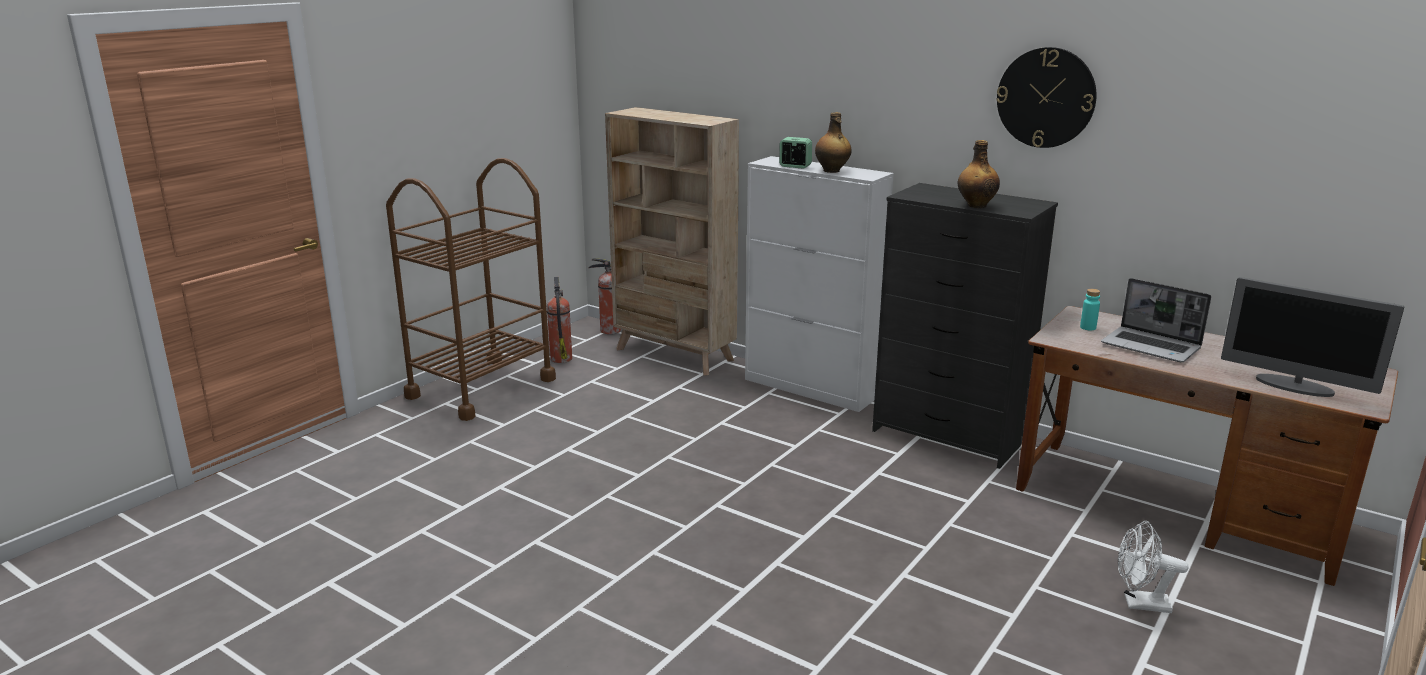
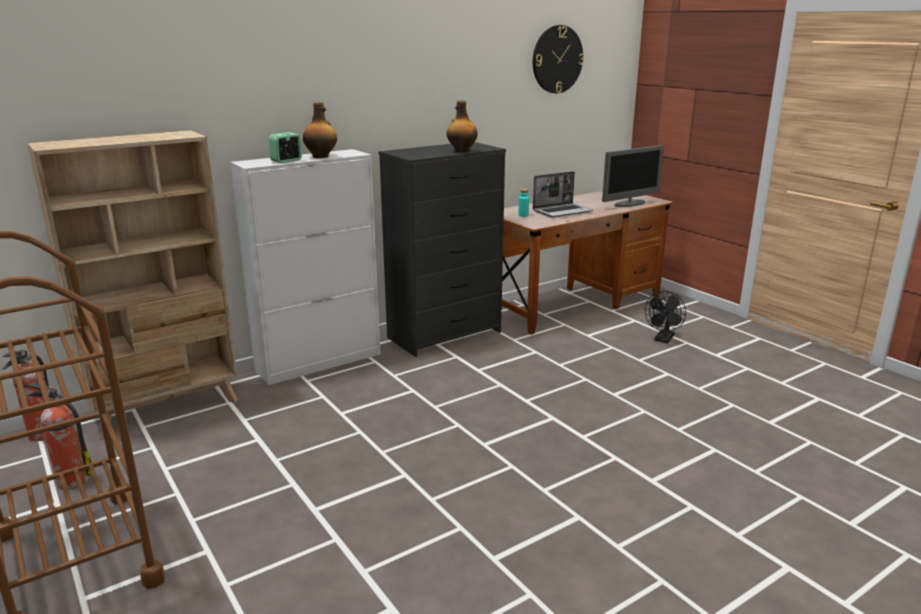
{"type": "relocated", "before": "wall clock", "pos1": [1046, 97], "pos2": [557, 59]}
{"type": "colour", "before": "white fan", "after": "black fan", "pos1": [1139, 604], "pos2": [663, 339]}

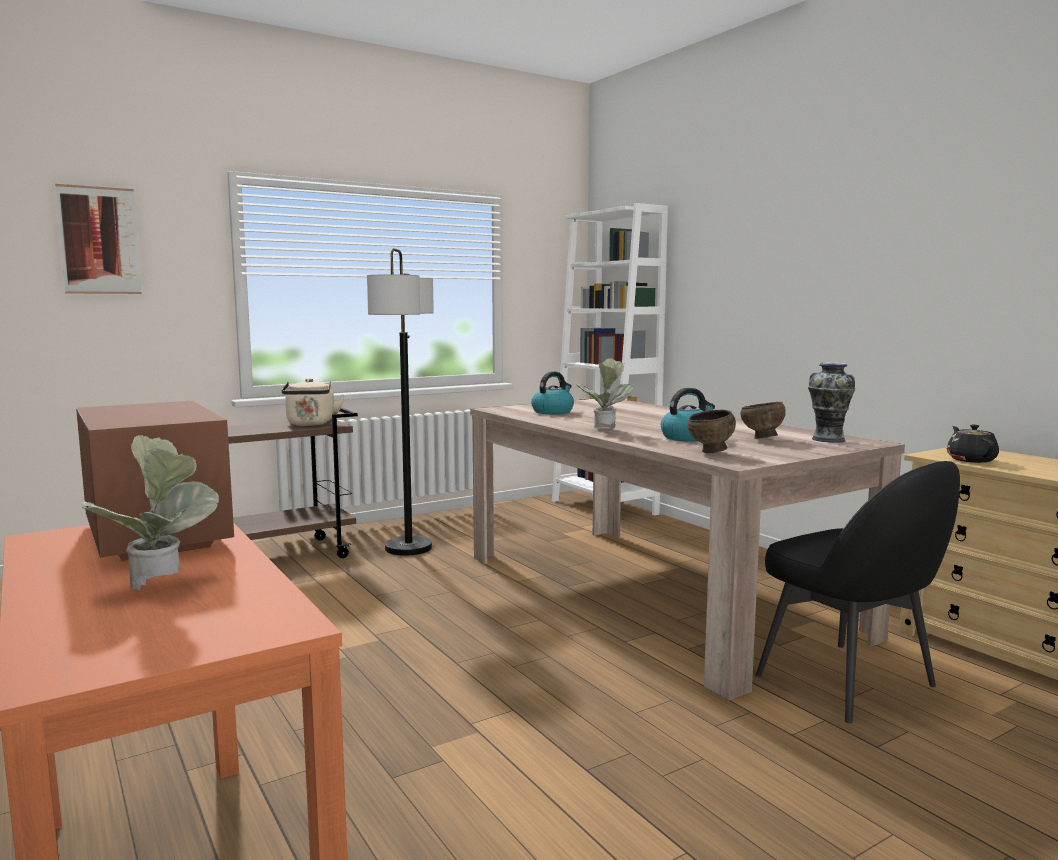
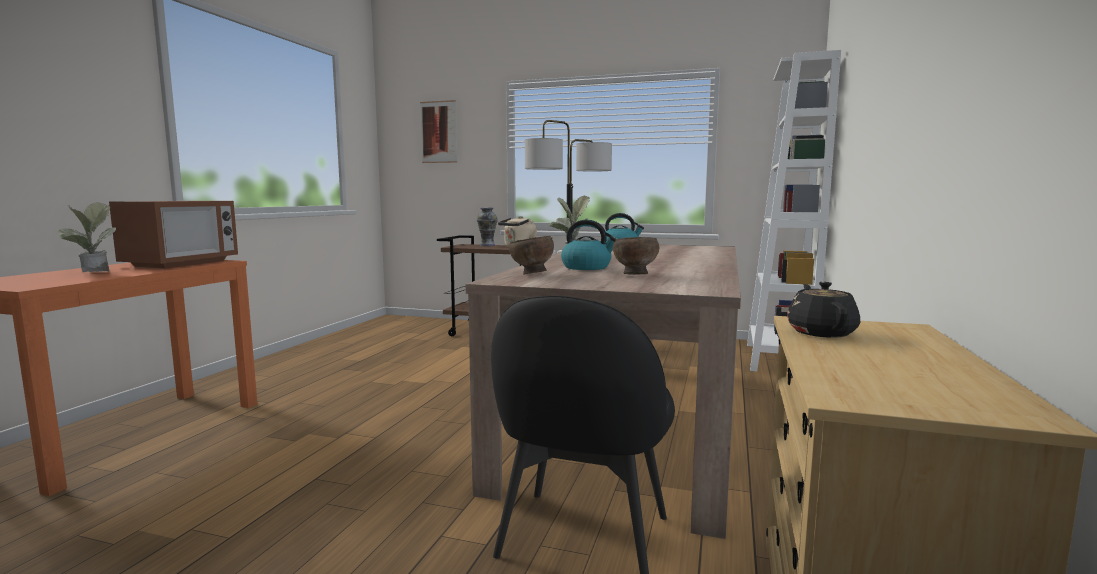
{"type": "relocated", "before": "vase", "pos1": [828, 439], "pos2": [487, 245]}
{"type": "spun", "before": "black teapot", "pos1": [970, 460], "pos2": [820, 332], "turn": -45}

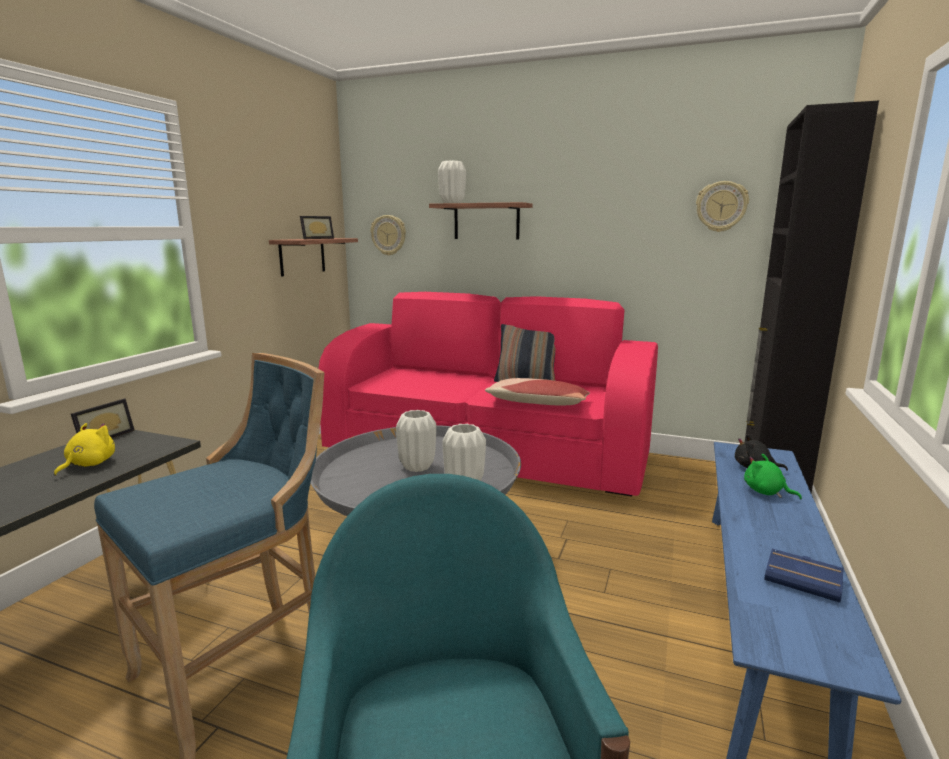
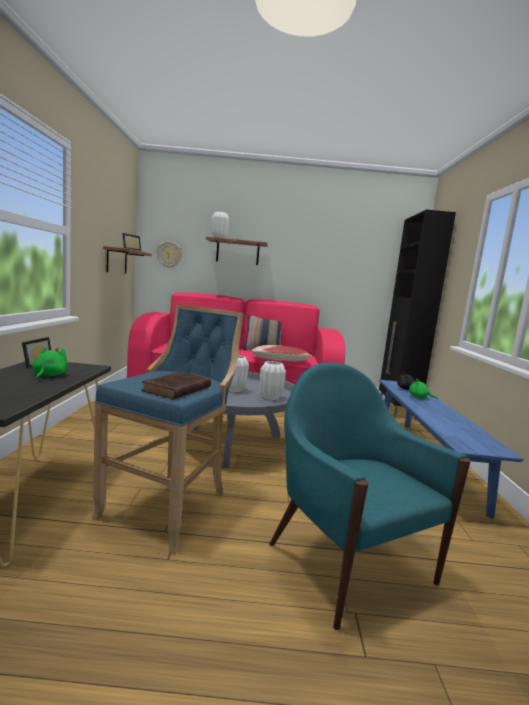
{"type": "colour", "before": "yellow plush toy", "after": "green plush toy", "pos1": [88, 464], "pos2": [48, 375]}
{"type": "missing", "before": "wall clock", "pos1": [721, 206]}
{"type": "missing", "before": "blue book", "pos1": [804, 579]}
{"type": "appeared", "after": "brown book", "pos2": [176, 389]}

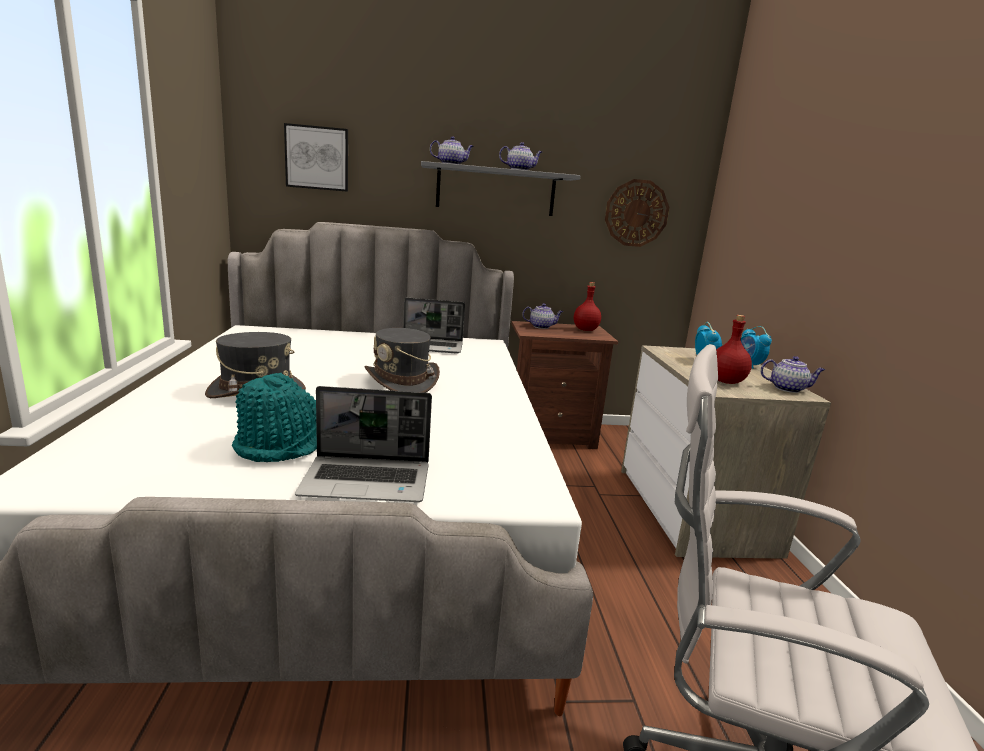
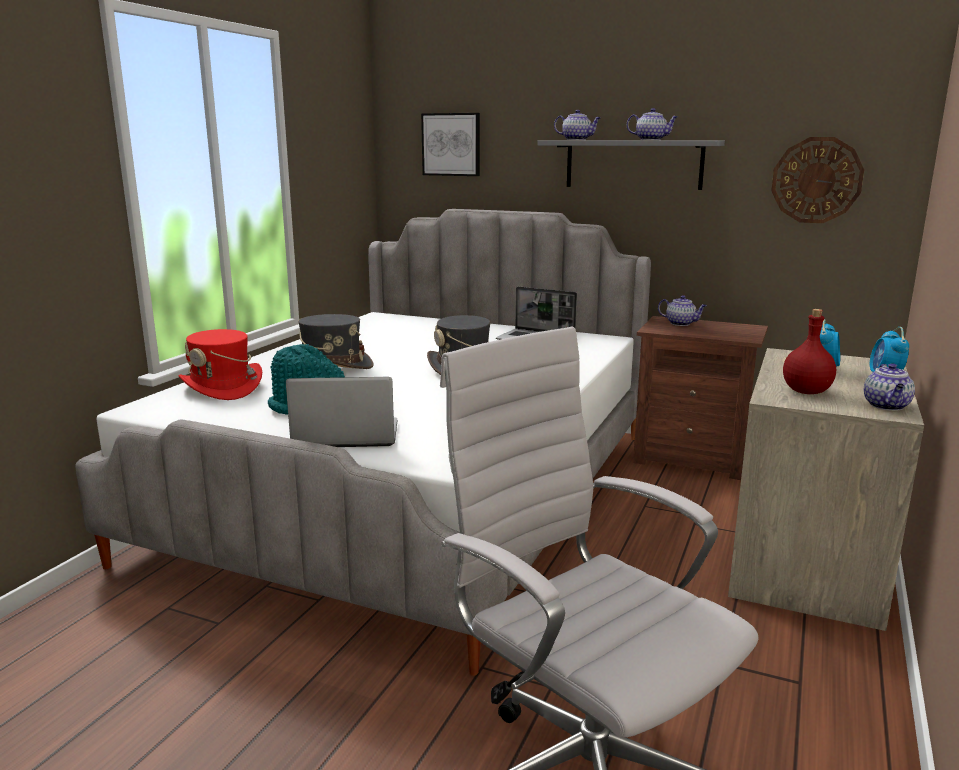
{"type": "spun", "before": "laptop", "pos1": [368, 481], "pos2": [344, 436], "turn": 150}
{"type": "missing", "before": "red bottle", "pos1": [586, 330]}
{"type": "spun", "before": "teapot", "pos1": [788, 389], "pos2": [887, 406], "turn": 60}
{"type": "appeared", "after": "red hat", "pos2": [222, 387]}

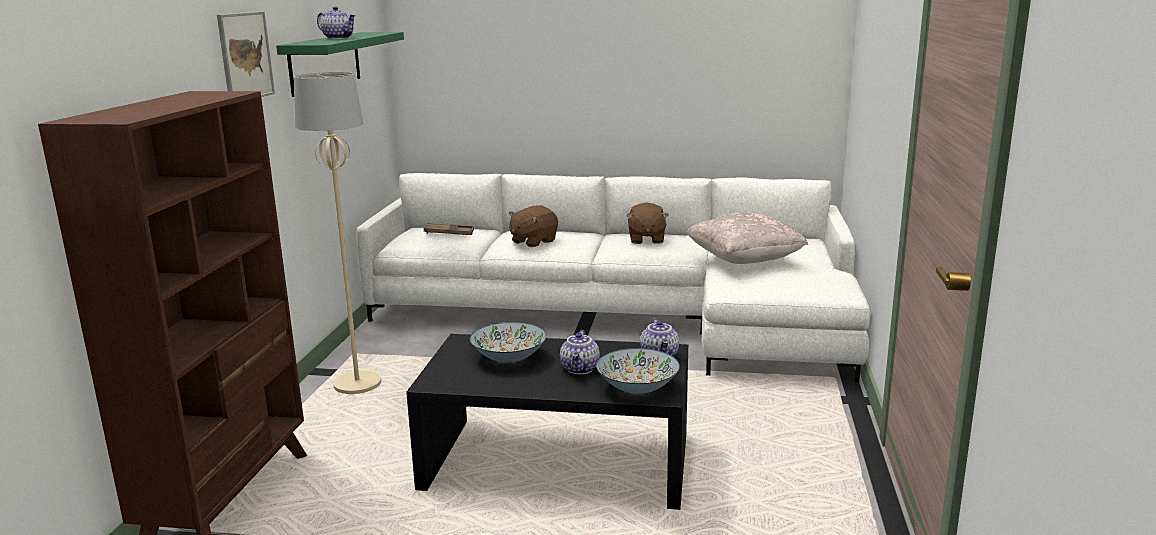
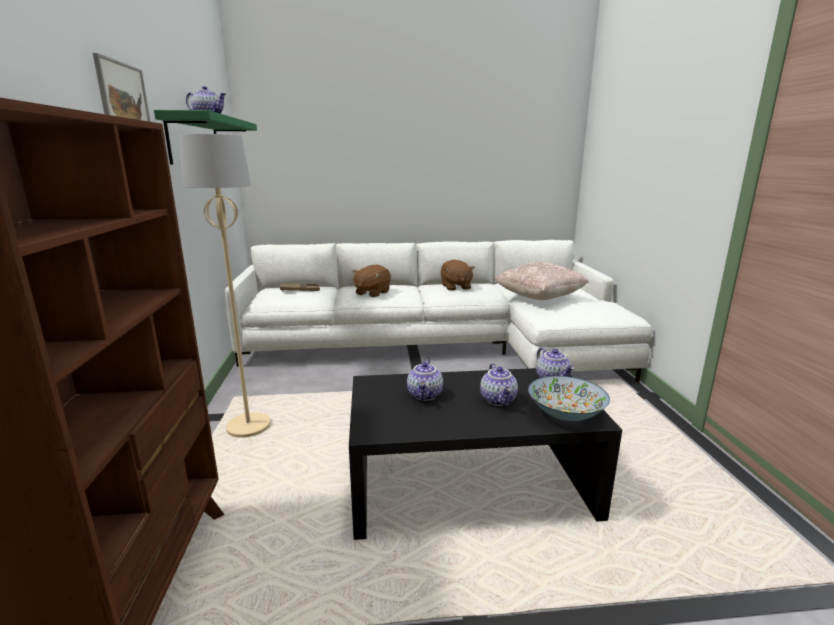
{"type": "exchanged", "before": "bowl", "after": "teapot", "pos1": [509, 358], "pos2": [425, 395]}

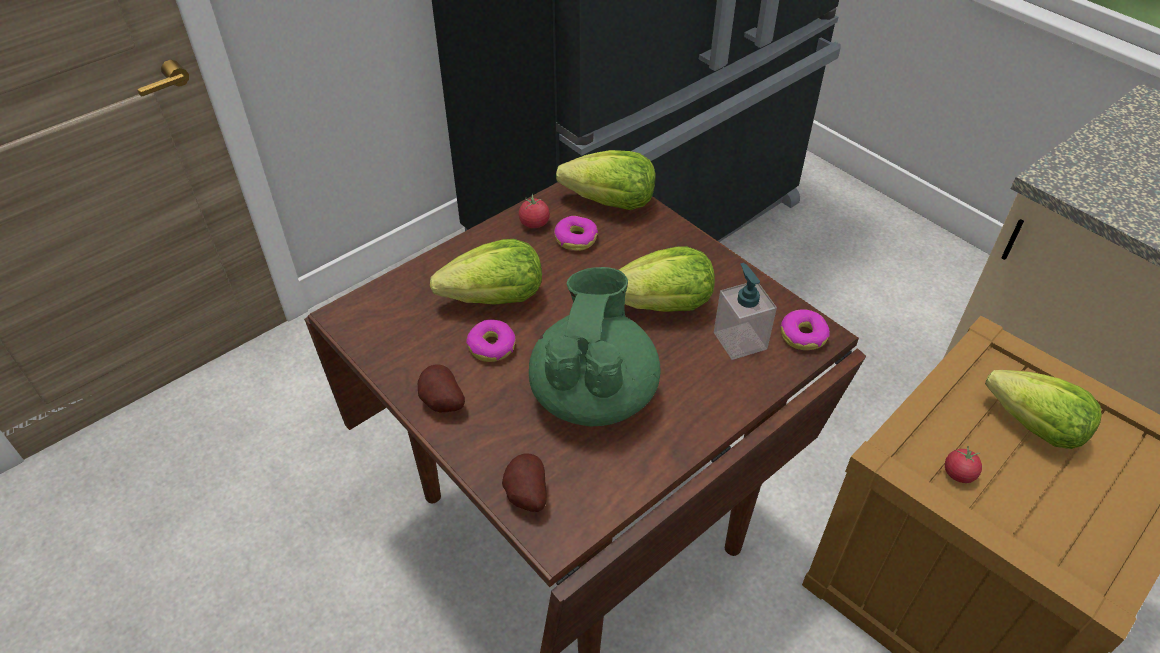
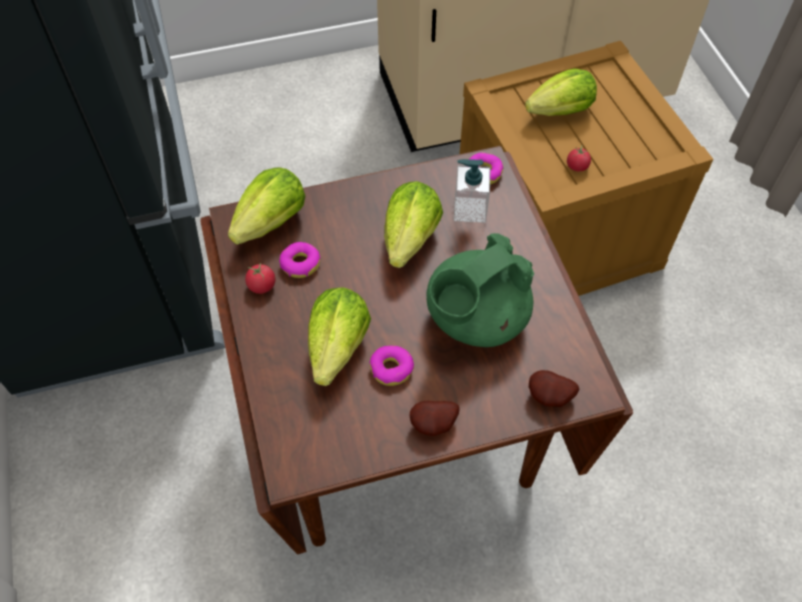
{"type": "spun", "before": "green teapot", "pos1": [593, 393], "pos2": [475, 318], "turn": -75}

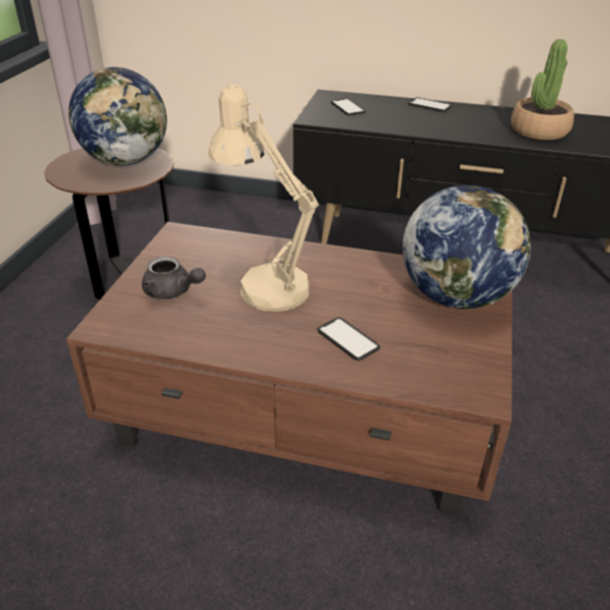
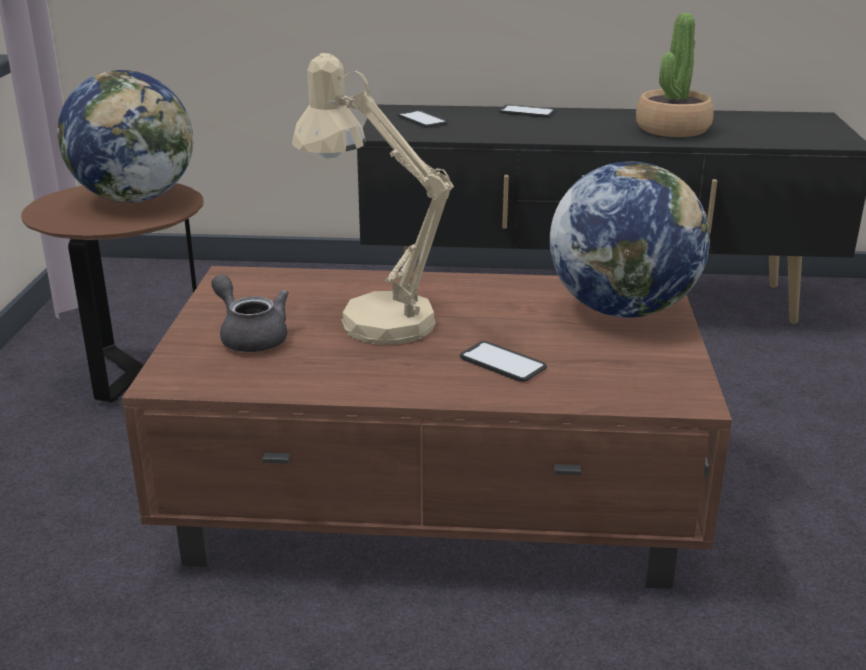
{"type": "spun", "before": "grey teapot", "pos1": [172, 292], "pos2": [250, 337], "turn": -150}

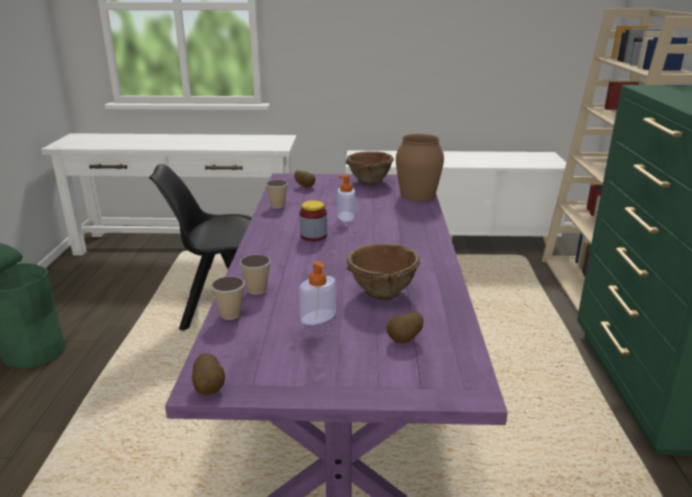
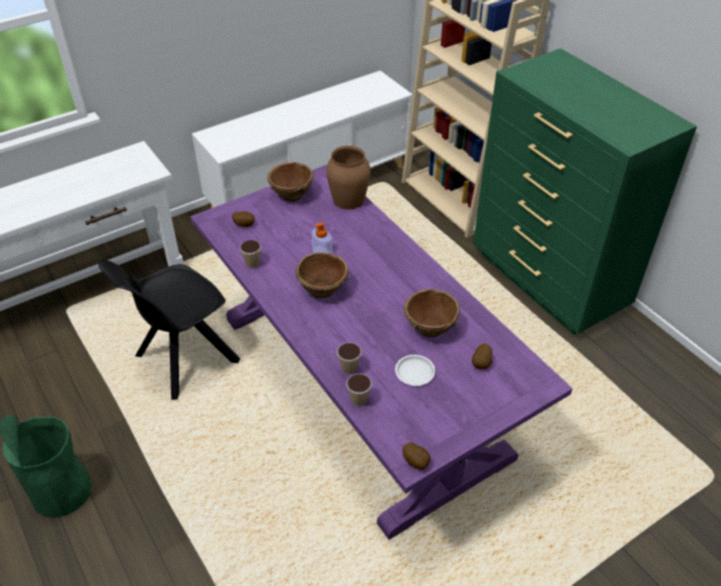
{"type": "exchanged", "before": "soap dispenser", "after": "white plate", "pos1": [318, 317], "pos2": [414, 372]}
{"type": "exchanged", "before": "jar", "after": "brown bowl", "pos1": [313, 236], "pos2": [323, 290]}

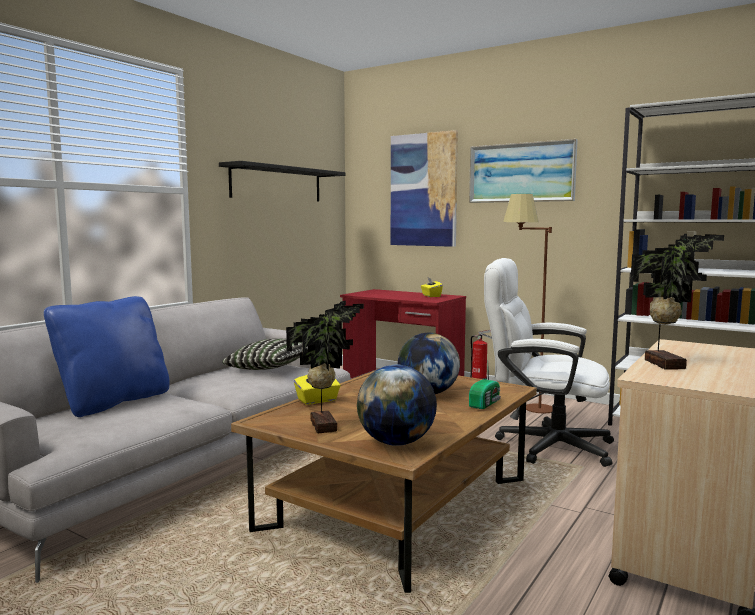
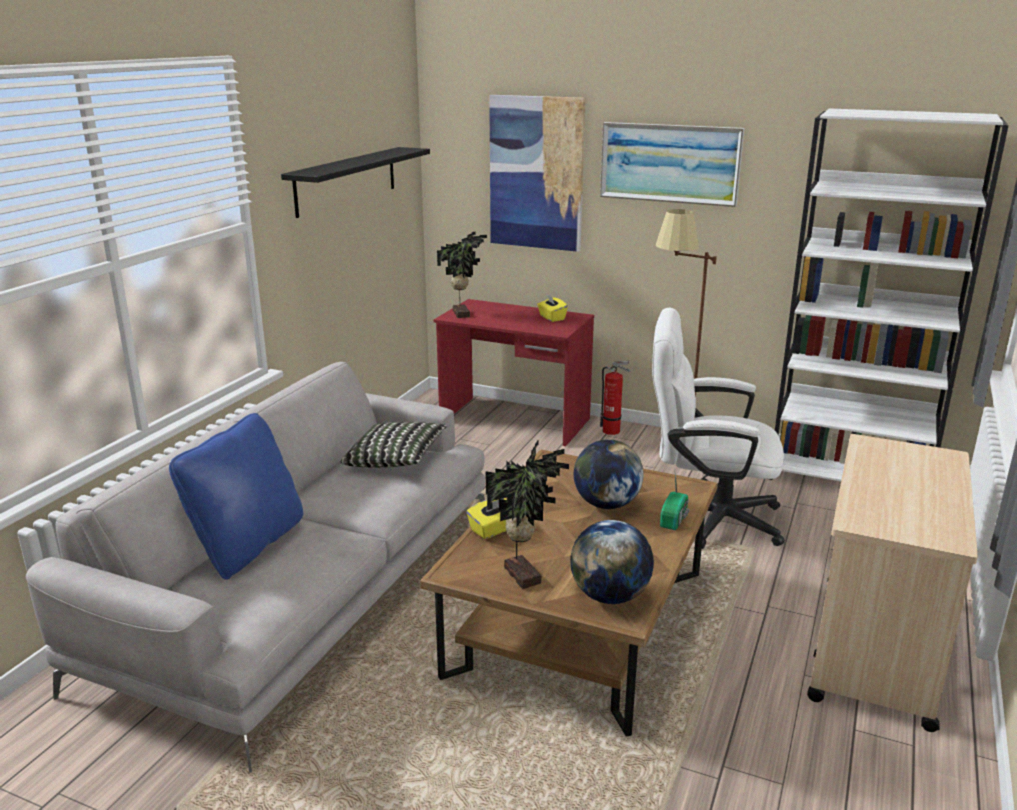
{"type": "relocated", "before": "potted plant", "pos1": [666, 364], "pos2": [462, 314]}

